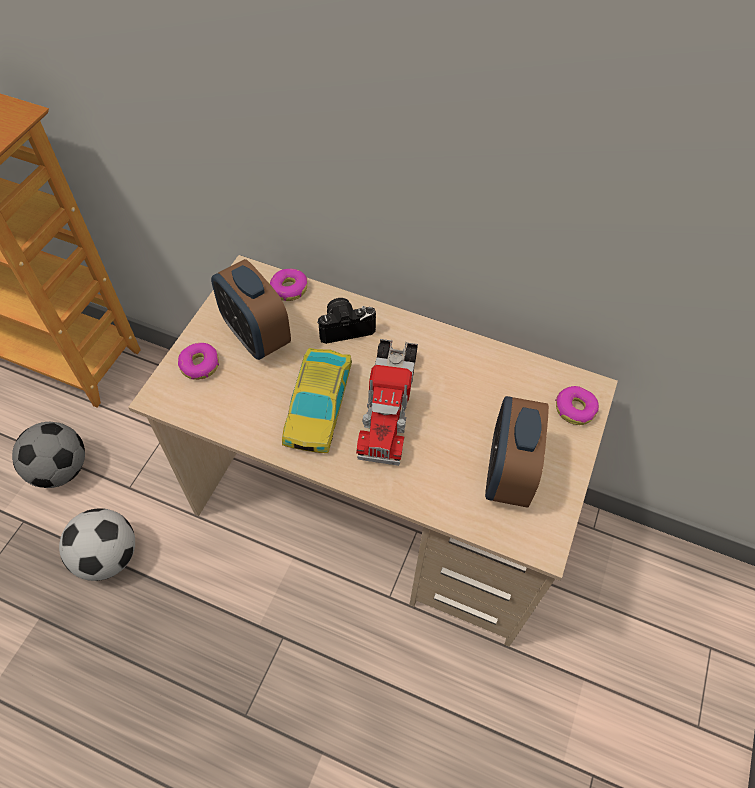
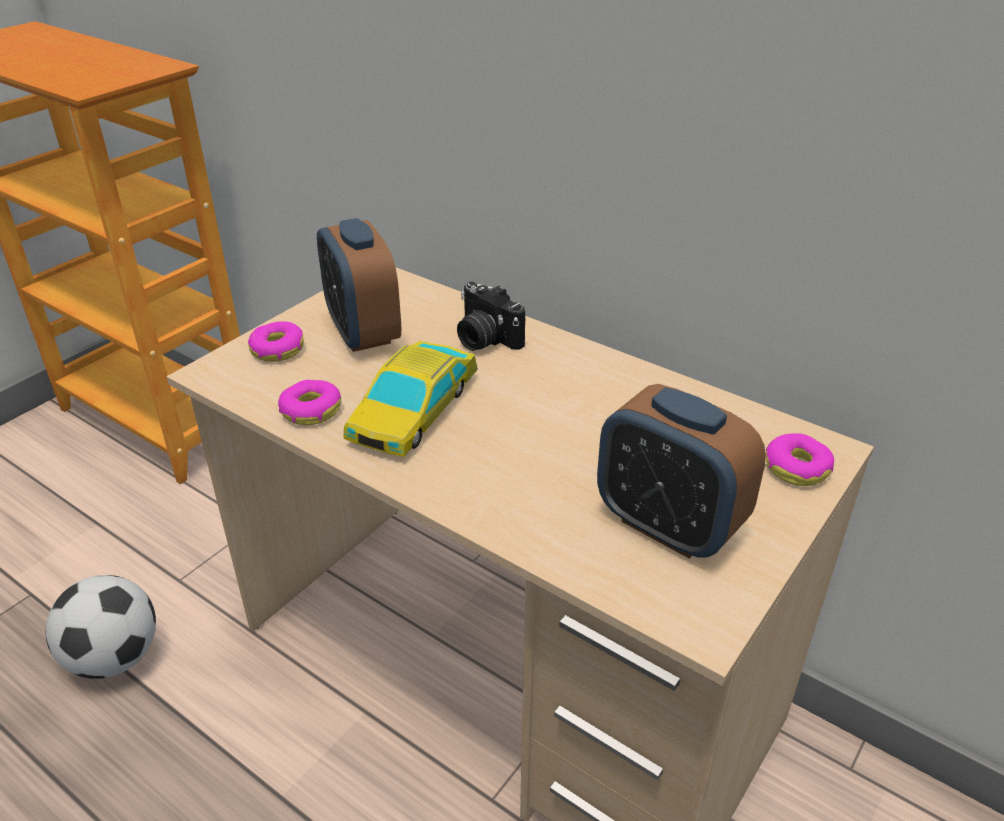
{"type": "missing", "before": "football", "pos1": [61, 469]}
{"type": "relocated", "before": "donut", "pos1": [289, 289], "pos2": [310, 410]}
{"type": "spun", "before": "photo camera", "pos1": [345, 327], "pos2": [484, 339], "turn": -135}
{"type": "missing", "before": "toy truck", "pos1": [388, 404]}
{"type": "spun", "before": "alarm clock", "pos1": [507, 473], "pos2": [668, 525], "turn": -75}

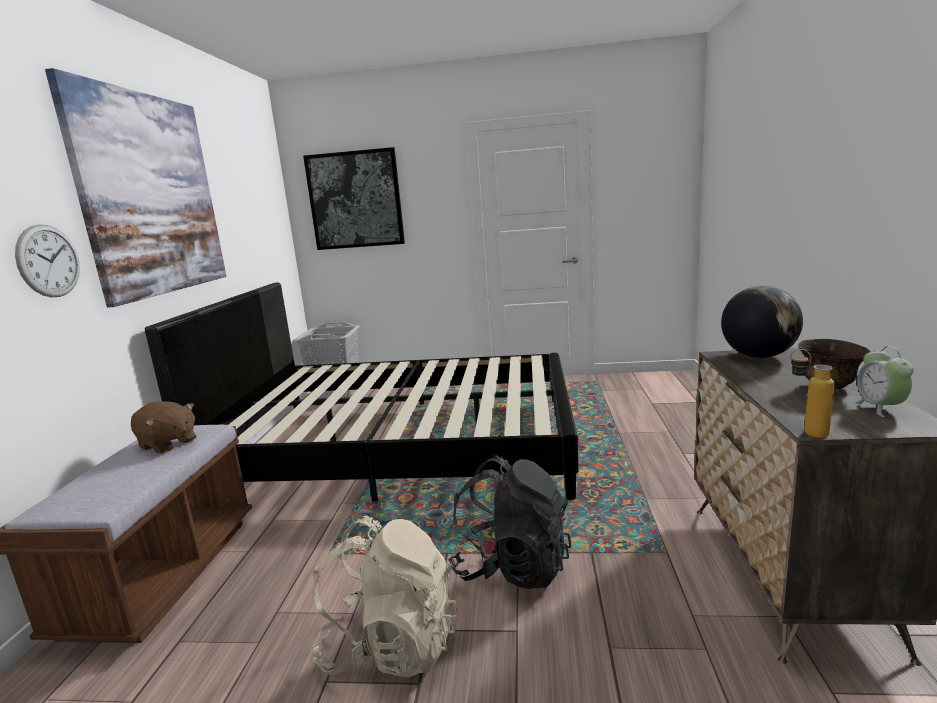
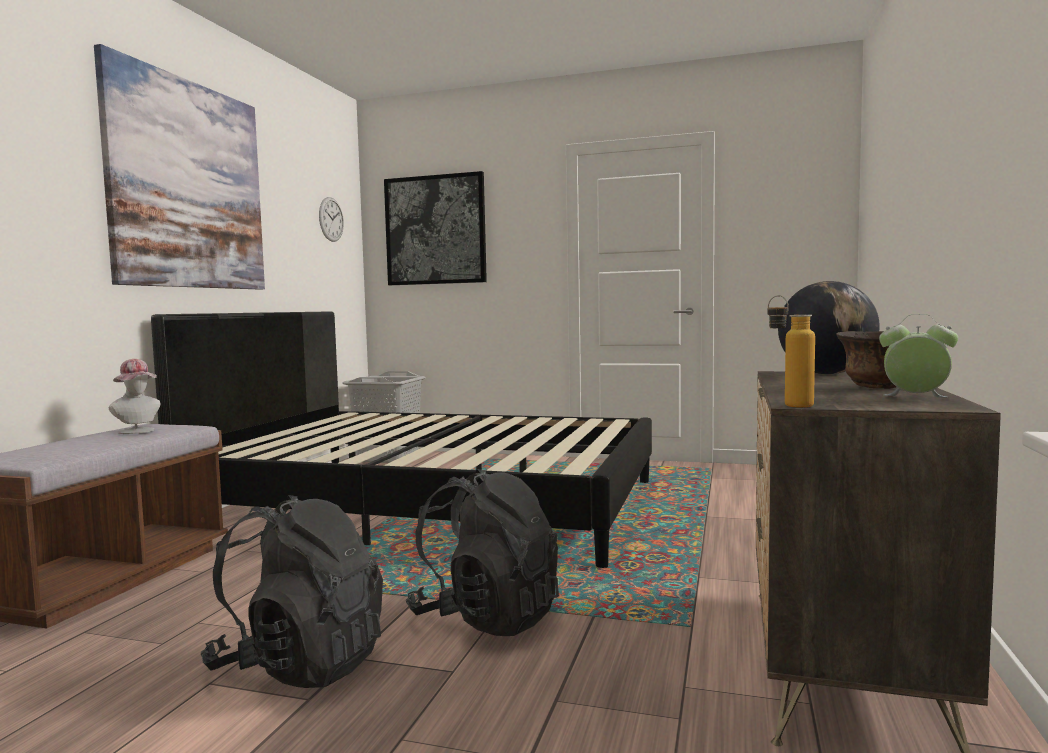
{"type": "relocated", "before": "wall clock", "pos1": [49, 261], "pos2": [331, 219]}
{"type": "exchanged", "before": "brown plush toy", "after": "hat", "pos1": [168, 444], "pos2": [138, 431]}
{"type": "colour", "before": "beige backpack", "after": "black backpack", "pos1": [391, 646], "pos2": [300, 665]}
{"type": "spun", "before": "alarm clock", "pos1": [880, 408], "pos2": [915, 398], "turn": 105}

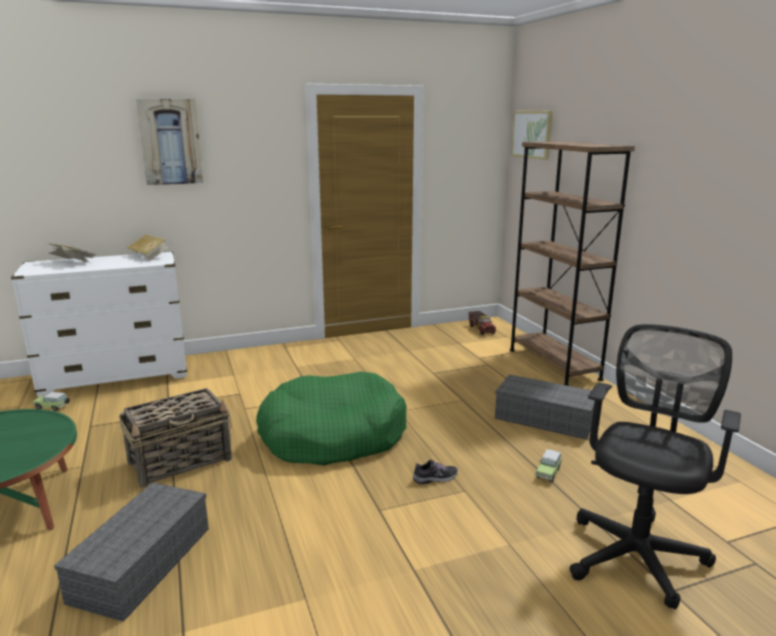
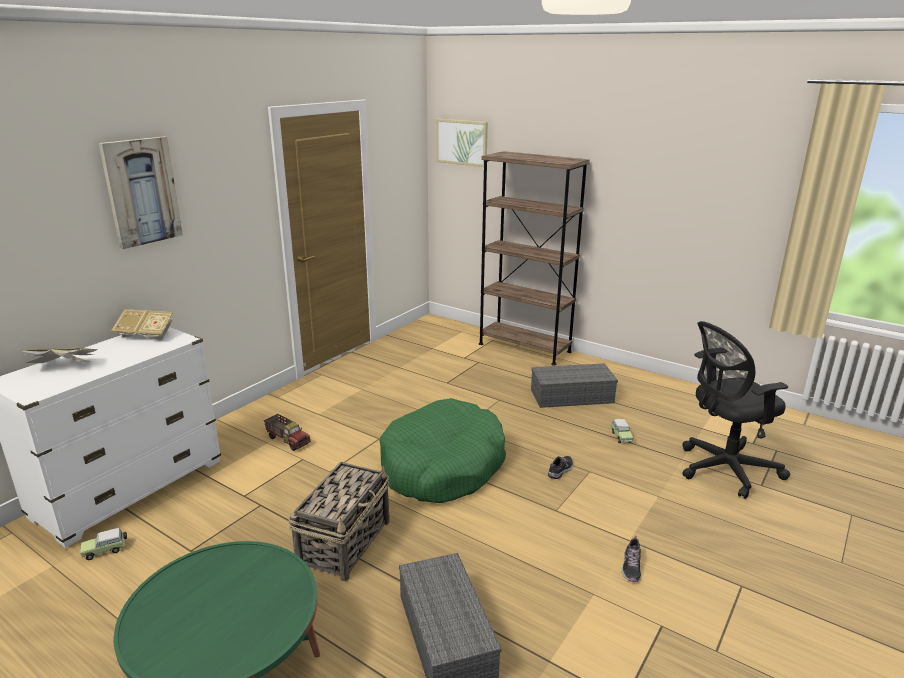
{"type": "relocated", "before": "toy truck", "pos1": [481, 329], "pos2": [288, 440]}
{"type": "spun", "before": "black office chair", "pos1": [637, 553], "pos2": [723, 470], "turn": -105}
{"type": "appeared", "after": "shoe", "pos2": [631, 567]}

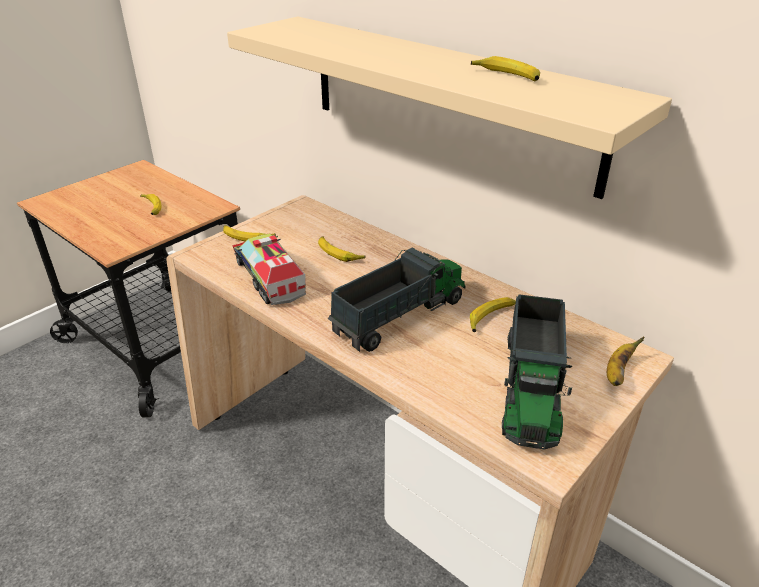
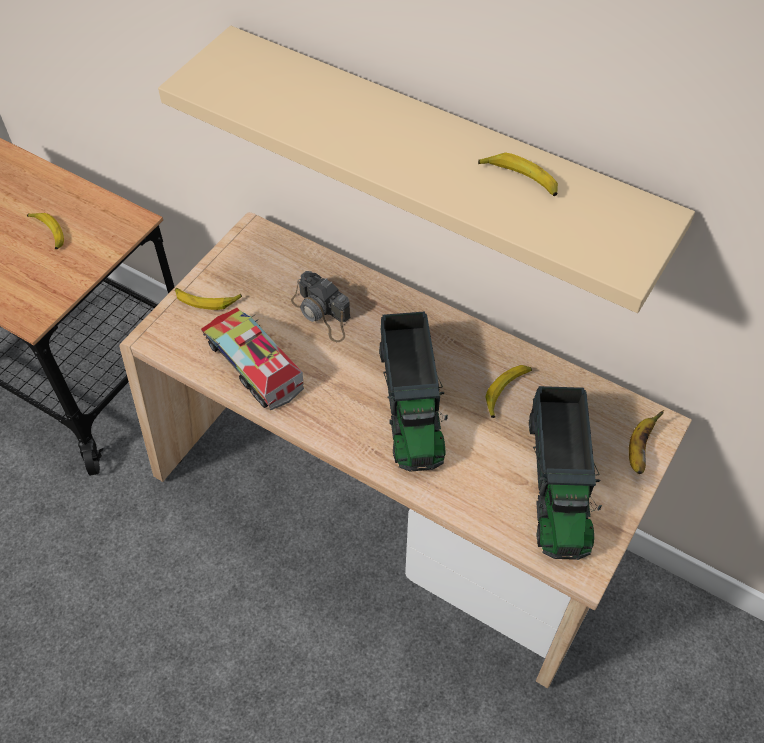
{"type": "exchanged", "before": "banana", "after": "photo camera", "pos1": [339, 253], "pos2": [322, 314]}
{"type": "spun", "before": "toy truck", "pos1": [400, 316], "pos2": [411, 403], "turn": 135}

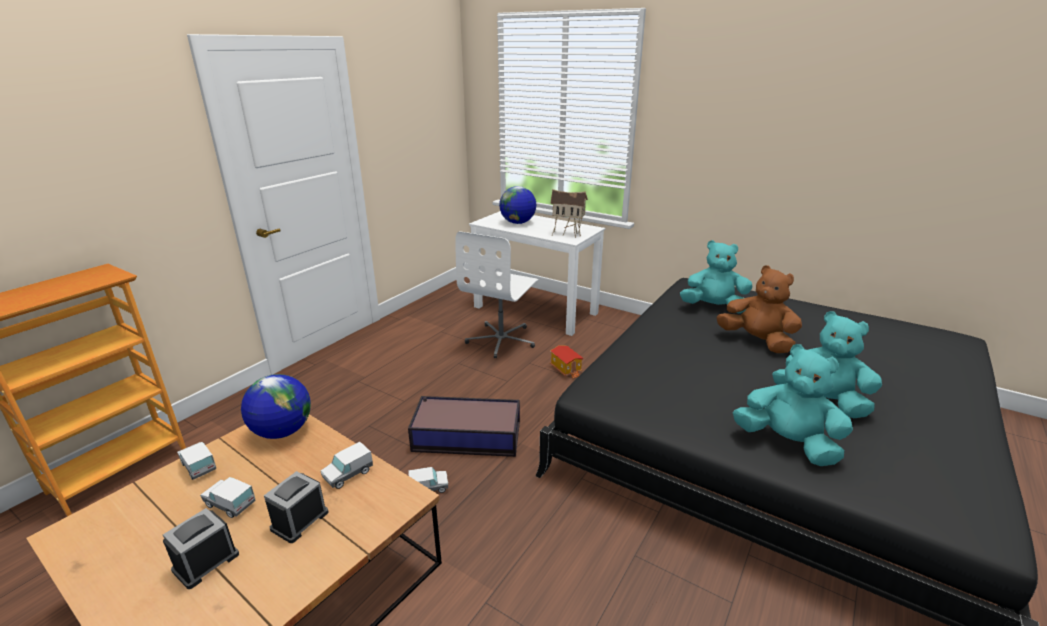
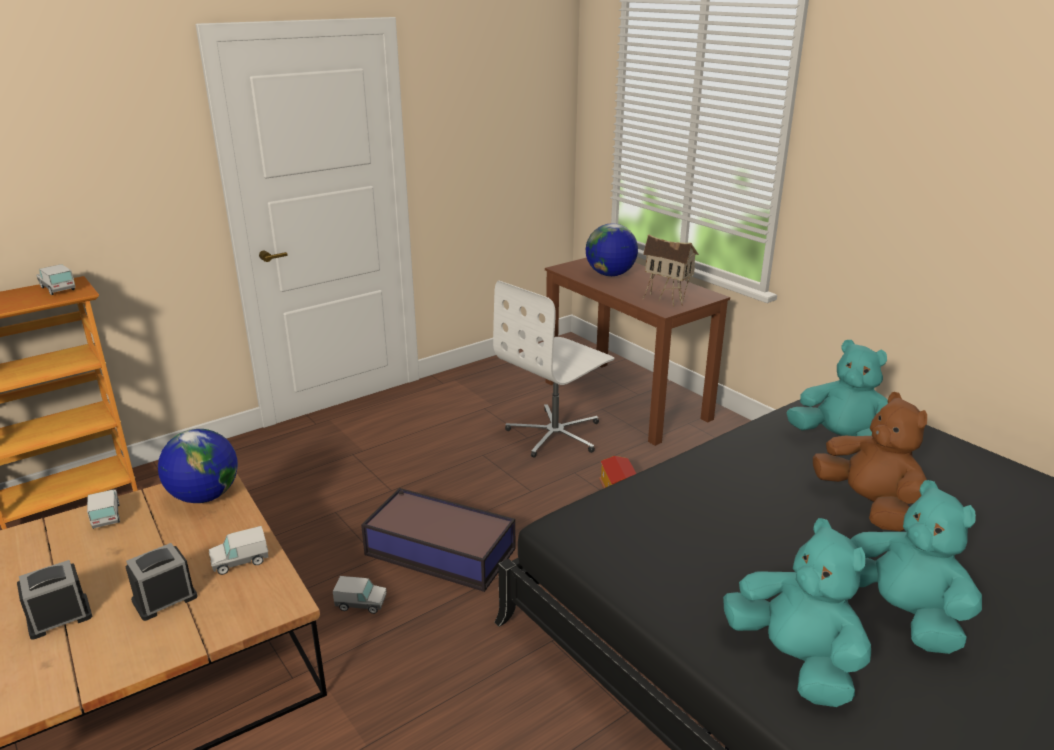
{"type": "relocated", "before": "toy truck", "pos1": [230, 504], "pos2": [58, 289]}
{"type": "colour", "before": "white desk", "after": "brown desk", "pos1": [535, 310], "pos2": [626, 400]}

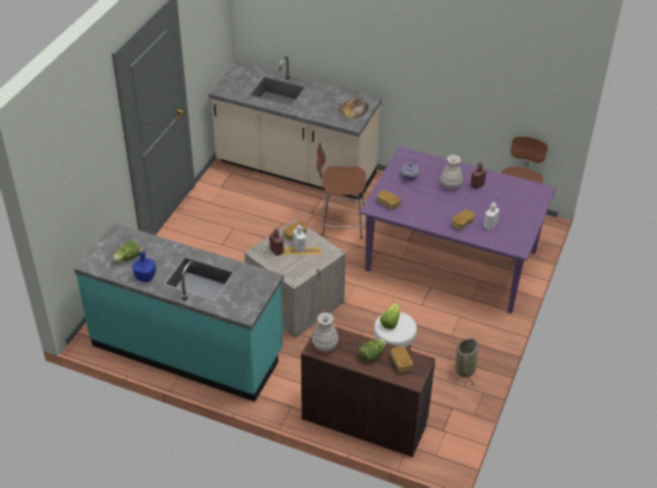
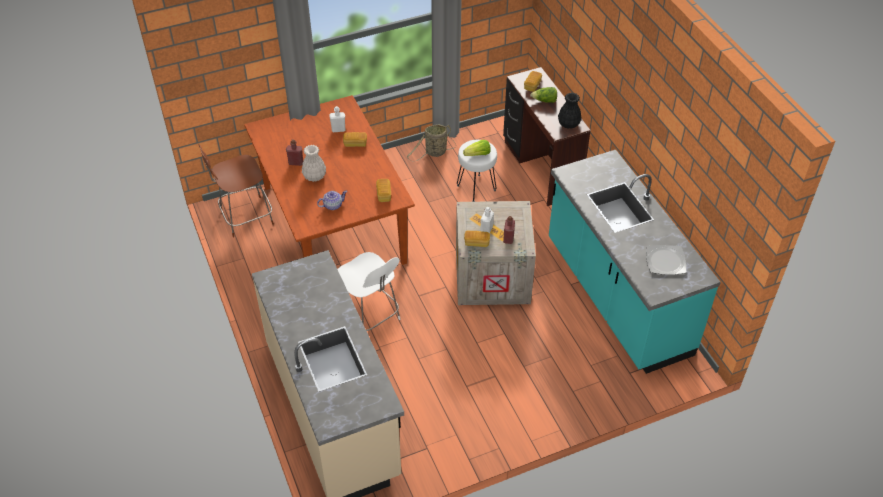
{"type": "exchanged", "before": "lettuce", "after": "plate", "pos1": [128, 258], "pos2": [665, 261]}
{"type": "missing", "before": "blue bottle", "pos1": [145, 277]}
{"type": "colour", "before": "white vase", "after": "black vase", "pos1": [324, 345], "pos2": [569, 124]}
{"type": "colour", "before": "brown chair", "after": "white chair", "pos1": [341, 223], "pos2": [369, 318]}
{"type": "missing", "before": "bread", "pos1": [353, 108]}
{"type": "colour", "before": "purple dining table", "after": "brown dining table", "pos1": [452, 260], "pos2": [332, 224]}

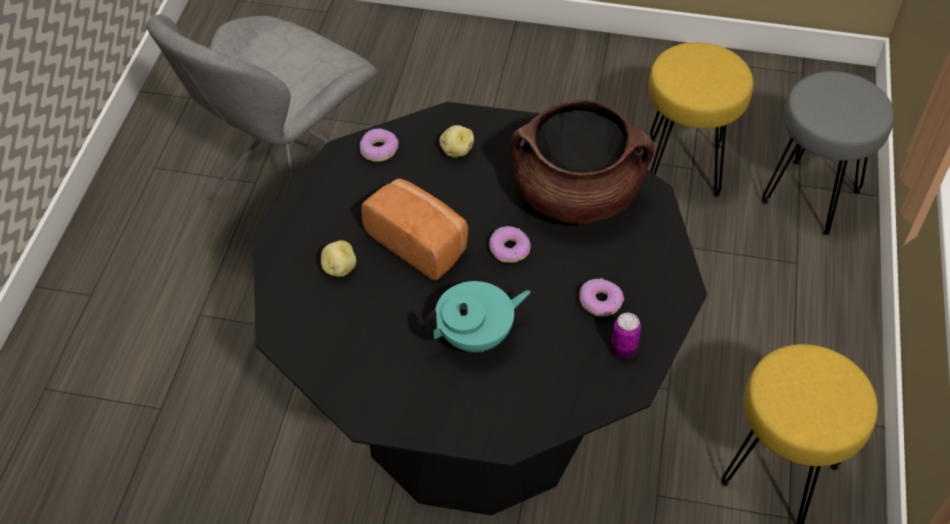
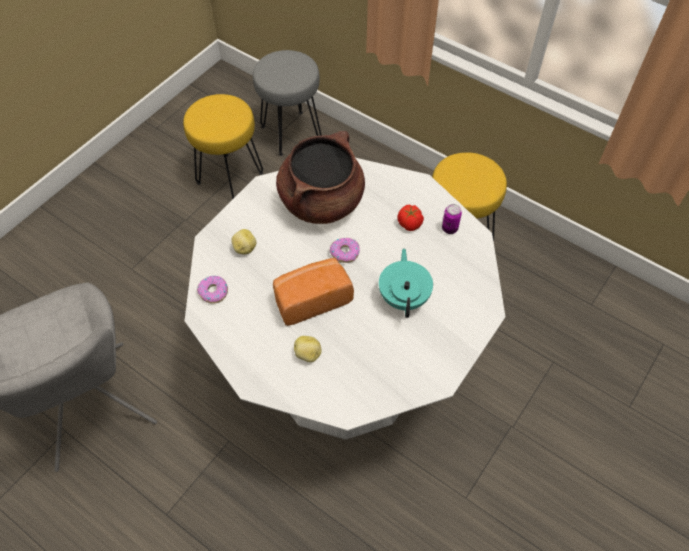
{"type": "colour", "before": "black dining table", "after": "white dining table", "pos1": [475, 412], "pos2": [344, 366]}
{"type": "exchanged", "before": "donut", "after": "tomato", "pos1": [600, 301], "pos2": [409, 224]}

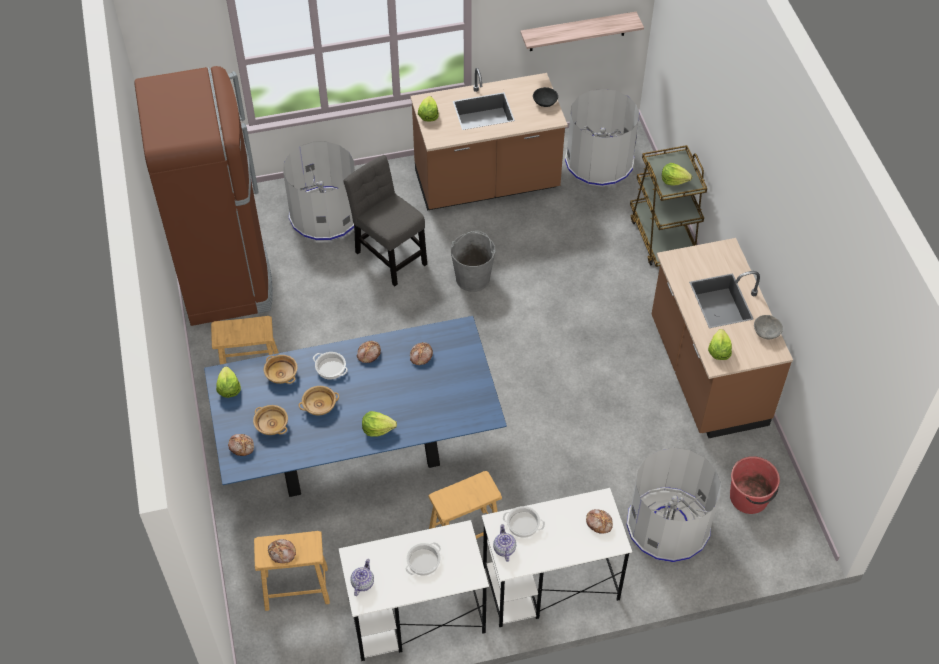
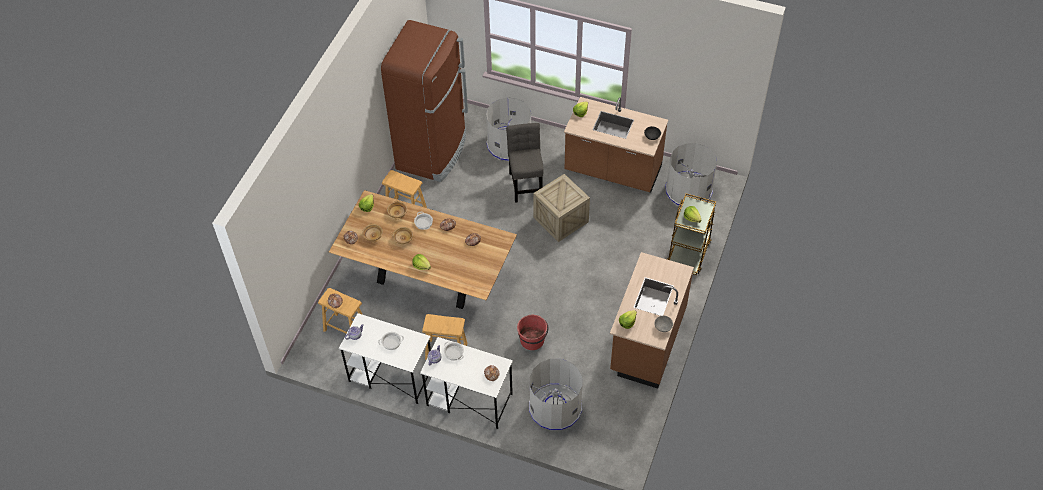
{"type": "colour", "before": "blue dining table", "after": "brown dining table", "pos1": [360, 453], "pos2": [428, 280]}
{"type": "exchanged", "before": "grey bucket", "after": "crate", "pos1": [473, 278], "pos2": [561, 220]}
{"type": "missing", "before": "shelf", "pos1": [577, 31]}
{"type": "relocated", "before": "red bucket", "pos1": [749, 497], "pos2": [532, 340]}

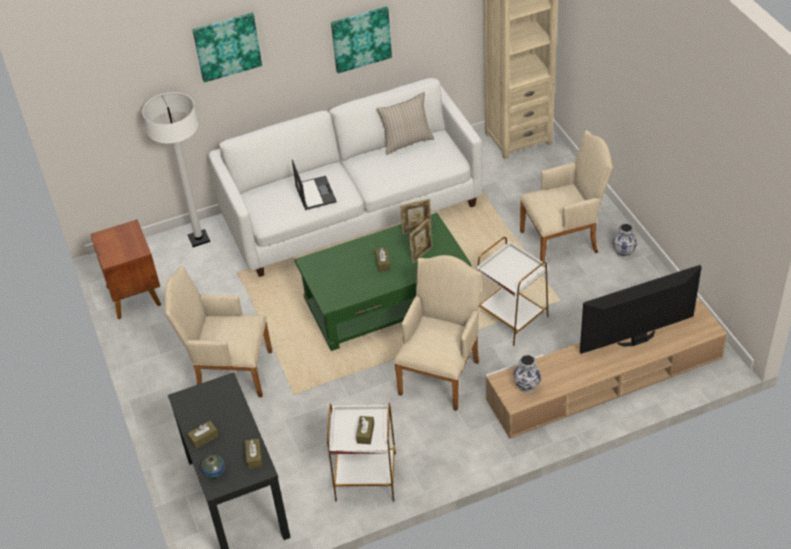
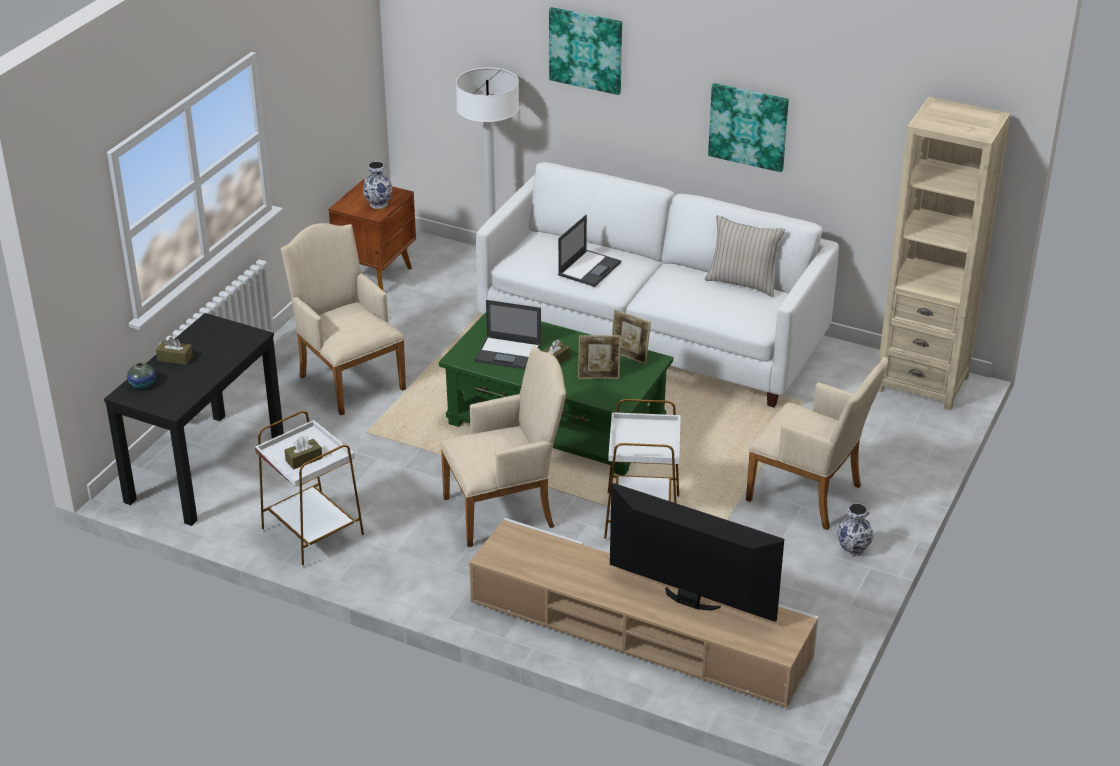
{"type": "missing", "before": "brown tissue box", "pos1": [254, 457]}
{"type": "relocated", "before": "vase", "pos1": [526, 386], "pos2": [379, 203]}
{"type": "appeared", "after": "laptop", "pos2": [509, 353]}

